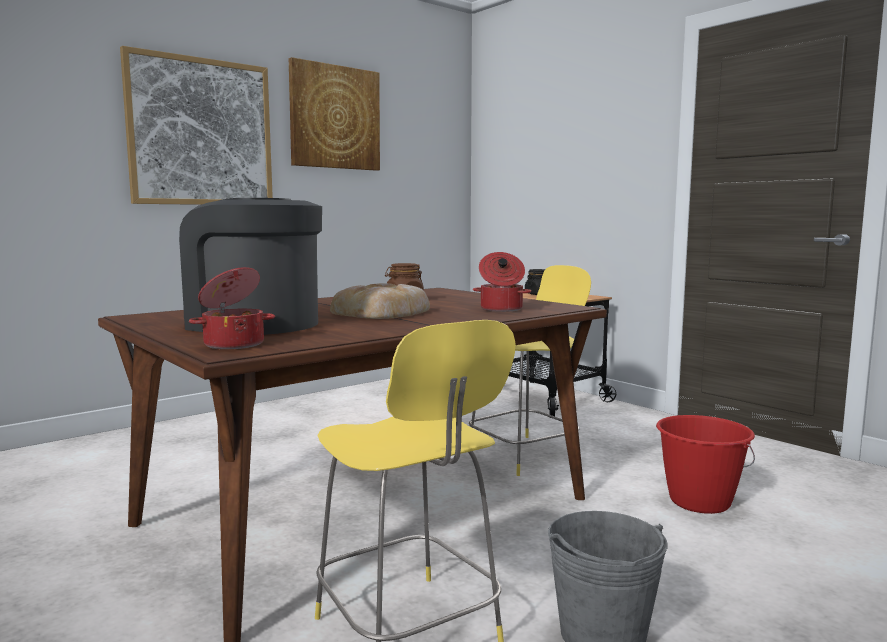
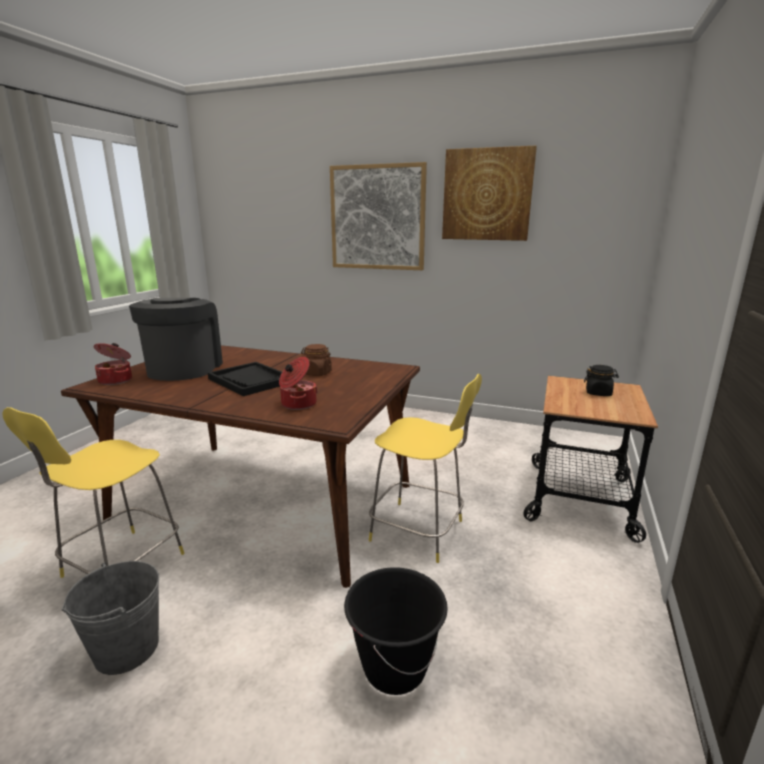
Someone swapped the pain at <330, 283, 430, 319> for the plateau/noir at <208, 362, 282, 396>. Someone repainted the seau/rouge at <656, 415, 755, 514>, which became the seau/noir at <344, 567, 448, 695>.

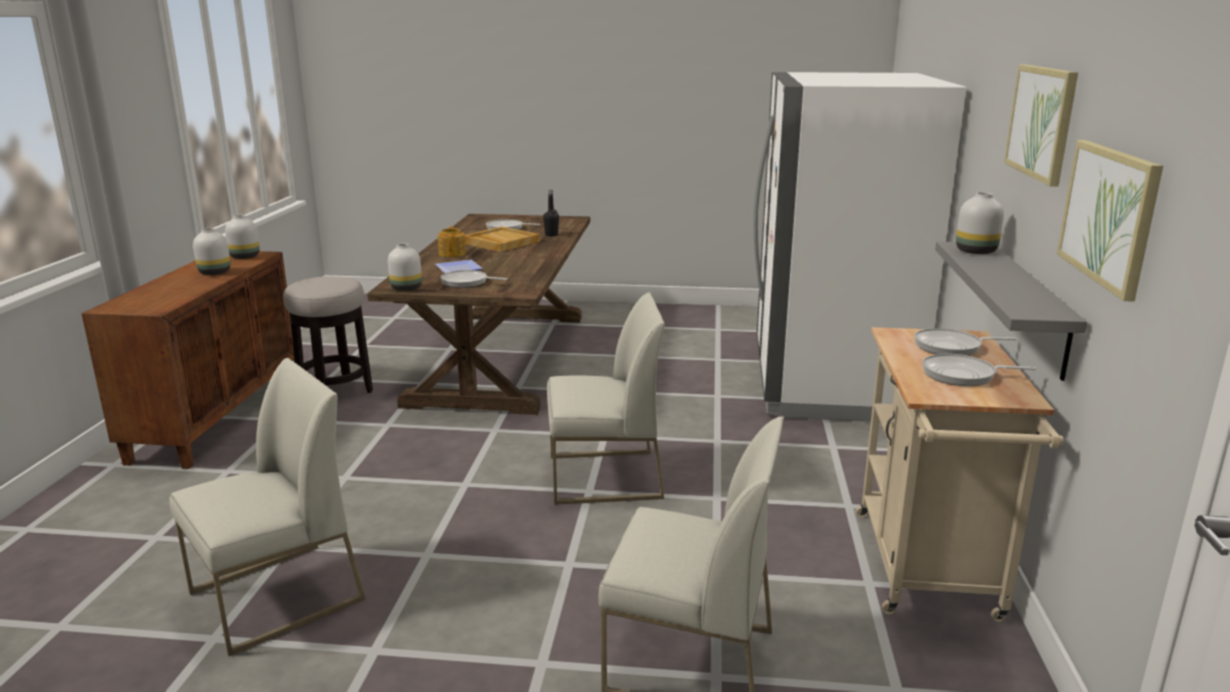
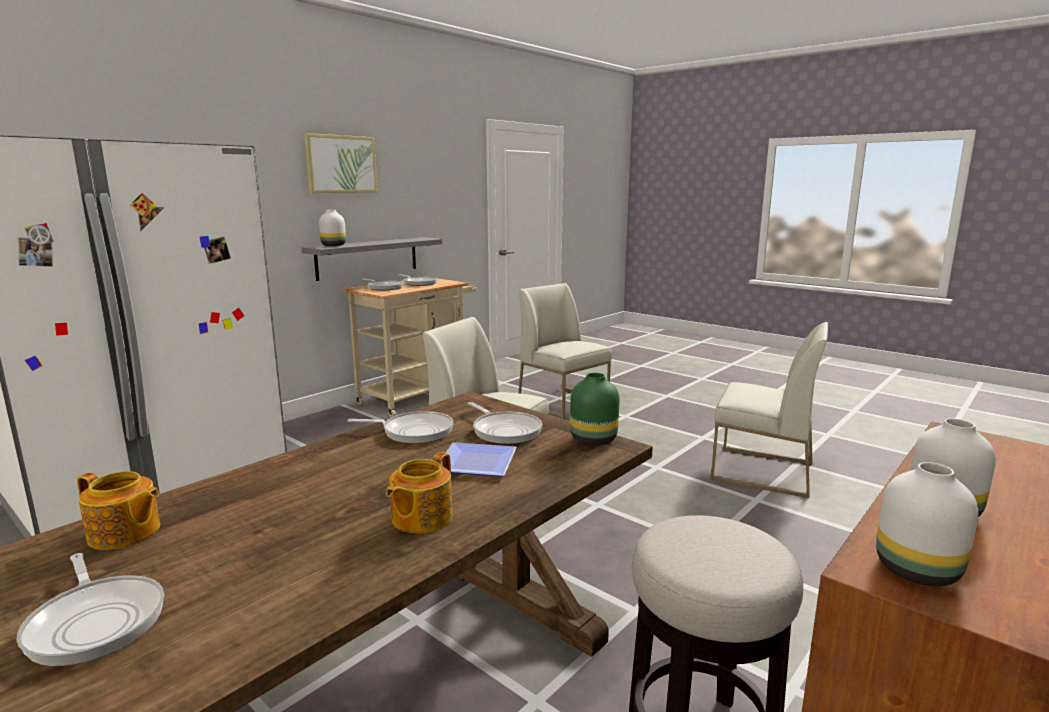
Someone took away the tableau at <1057, 140, 1163, 302>. Someone swapped the bouteille/noir at <543, 190, 559, 236> for the théière at <77, 471, 160, 550>. Someone took away the plateau/beige at <465, 226, 540, 252>. Someone repainted the vase/blanc at <388, 243, 422, 291>, which became the vase/vert at <570, 373, 619, 446>. Someone rotated the chaise/blanc at <169, 358, 366, 656> by 150 degrees counterclockwise. Someone put down the poêle at <348, 411, 454, 444>.

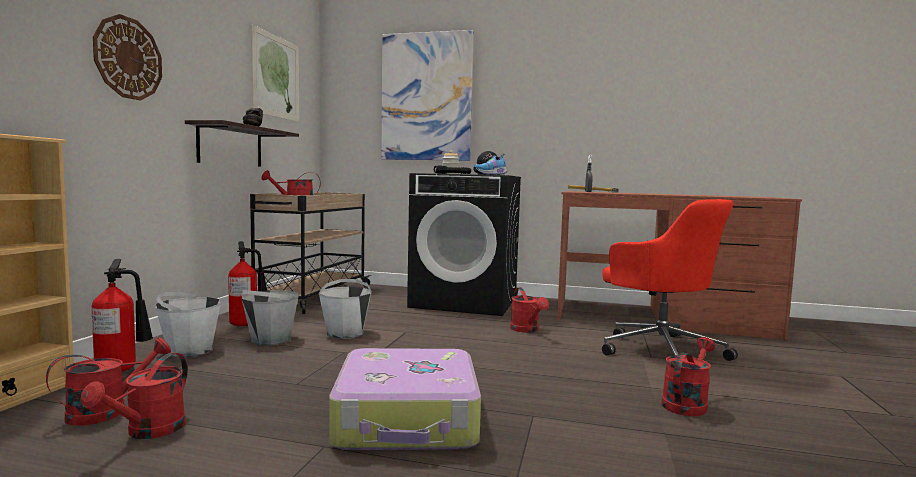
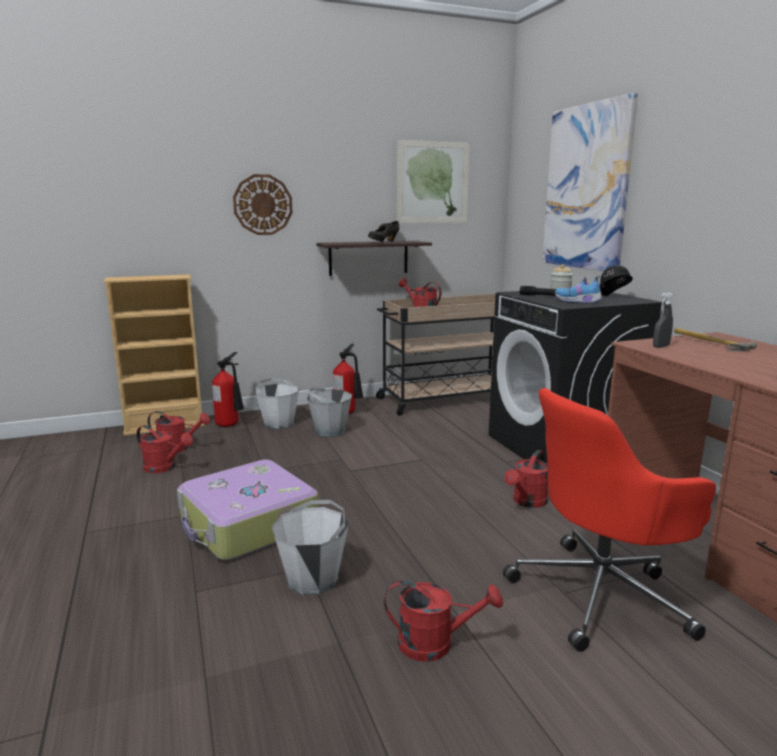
Someone rotated the chaise de bureau/rouge at <602, 199, 738, 361> by 45 degrees clockwise. Someone carried the seau/blanc from <319, 279, 372, 339> to <271, 500, 349, 595>. Someone rotated the arrosoir/rouge at <80, 352, 188, 439> by 135 degrees counterclockwise.

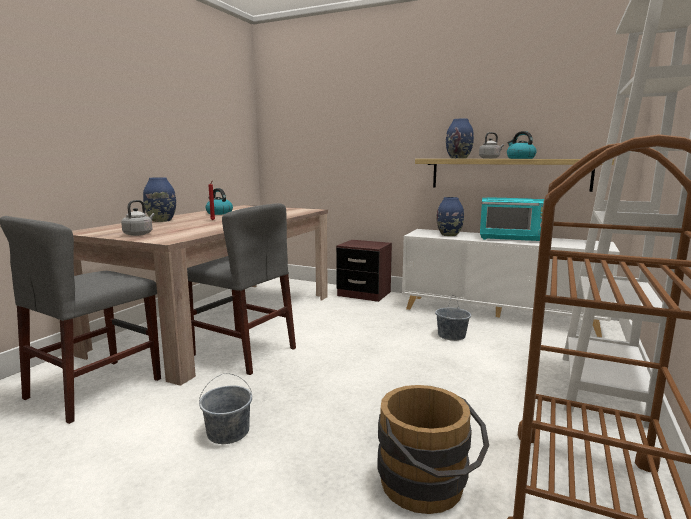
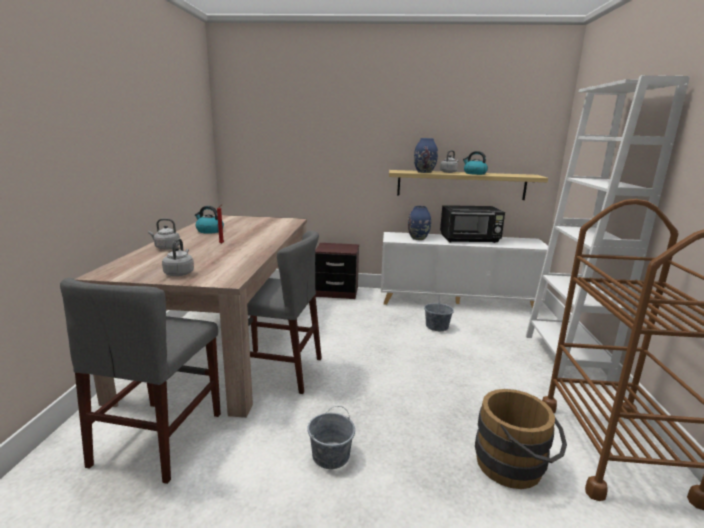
Someone swapped the vase/bleu at <143, 177, 176, 222> for the bouilloire/gris at <148, 219, 180, 250>. Someone repainted the micro-ondes/turquoise at <480, 197, 544, 241>, which became the micro-ondes/noir at <440, 205, 505, 243>.

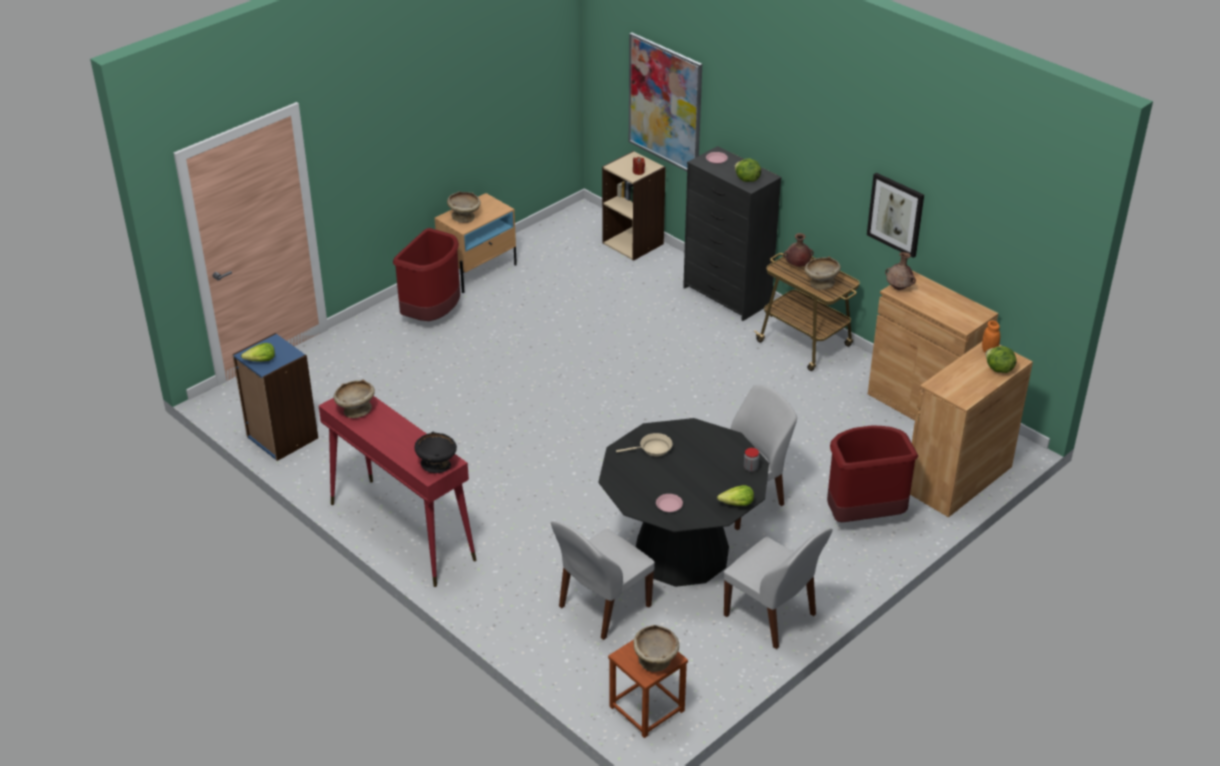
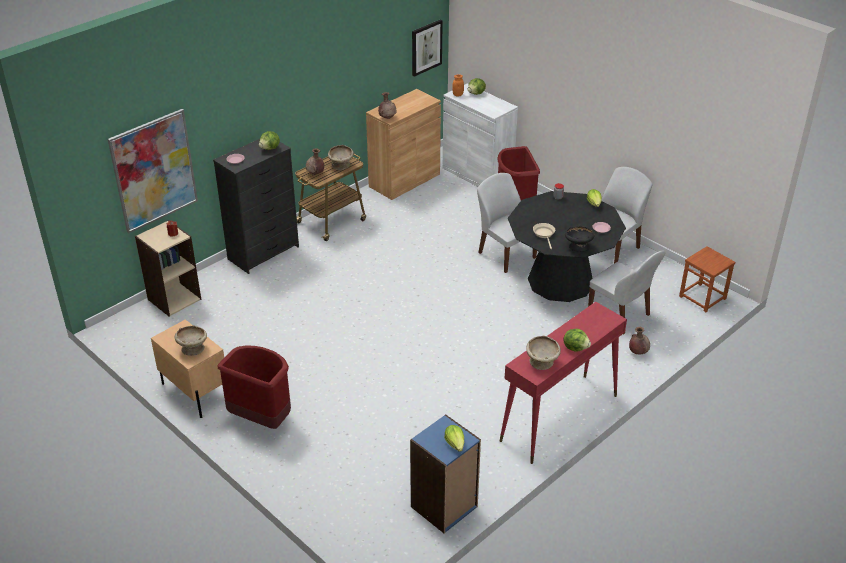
Someone carried the tableau from <867, 173, 924, 258> to <412, 19, 443, 77>. Someone repainted the meuble de rangement/marron at <910, 342, 1033, 517>, which became the meuble de rangement/blanc at <443, 84, 518, 187>. Someone carried the bol/noir from <414, 432, 457, 473> to <565, 226, 595, 252>. Someone took away the bol/beige at <633, 625, 679, 672>. Someone put down the vase/marron at <629, 327, 650, 354>. Someone put down the laitue at <564, 329, 591, 352>.

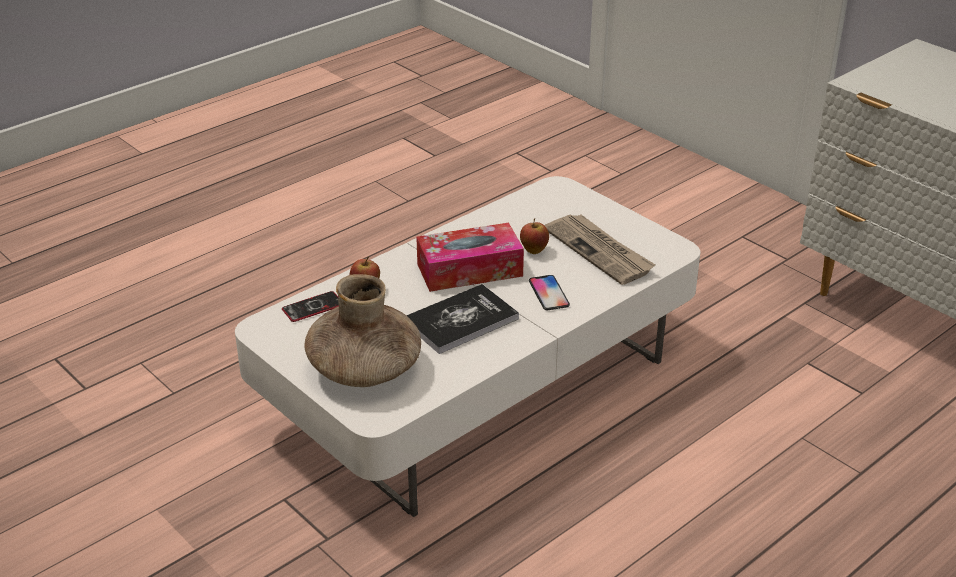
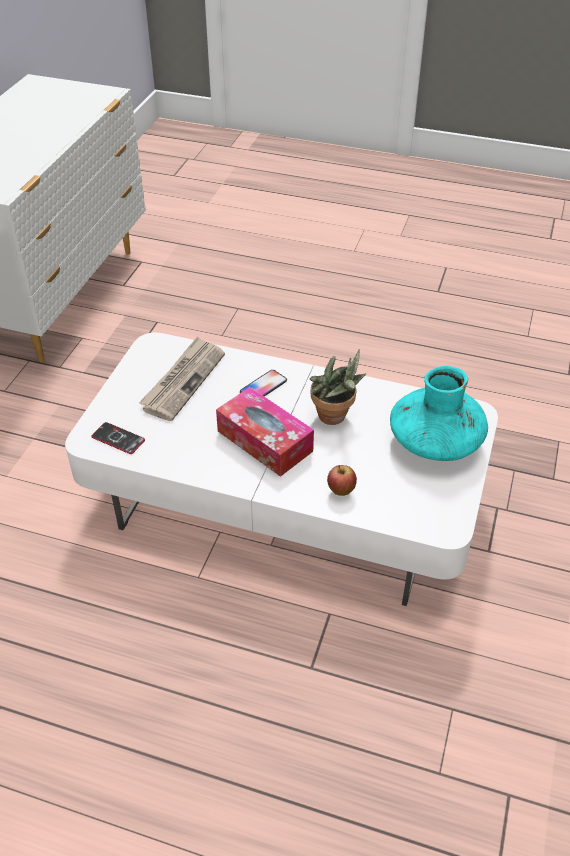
Someone took away the pomme at <520, 218, 549, 254>. Someone repainted the vase/marron at <305, 274, 421, 387>, which became the vase/turquoise at <390, 366, 488, 461>. Someone swapped the livre at <406, 284, 519, 354> for the plante en pot at <310, 349, 366, 425>. Someone carried the téléphone from <282, 291, 339, 322> to <91, 422, 145, 454>.

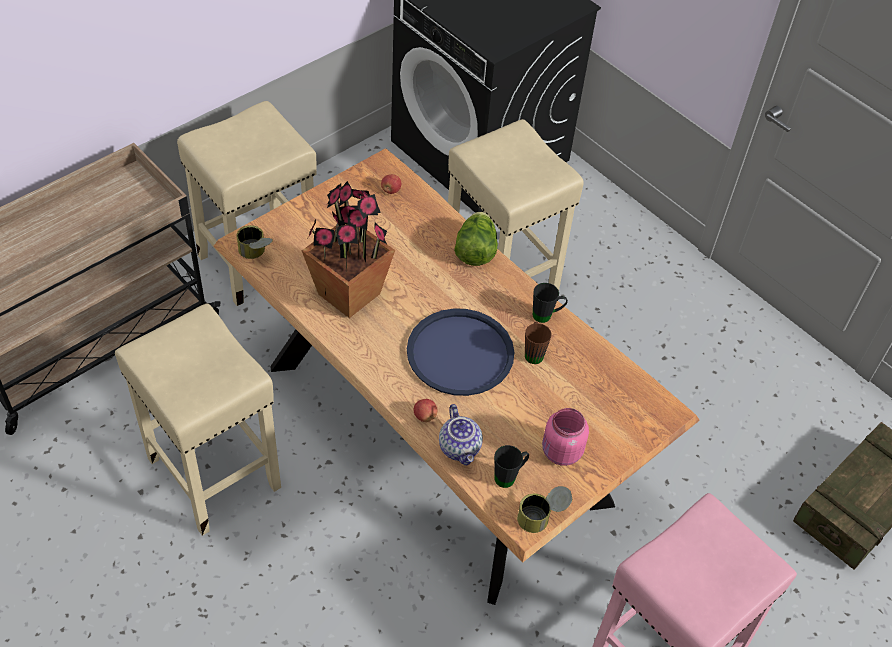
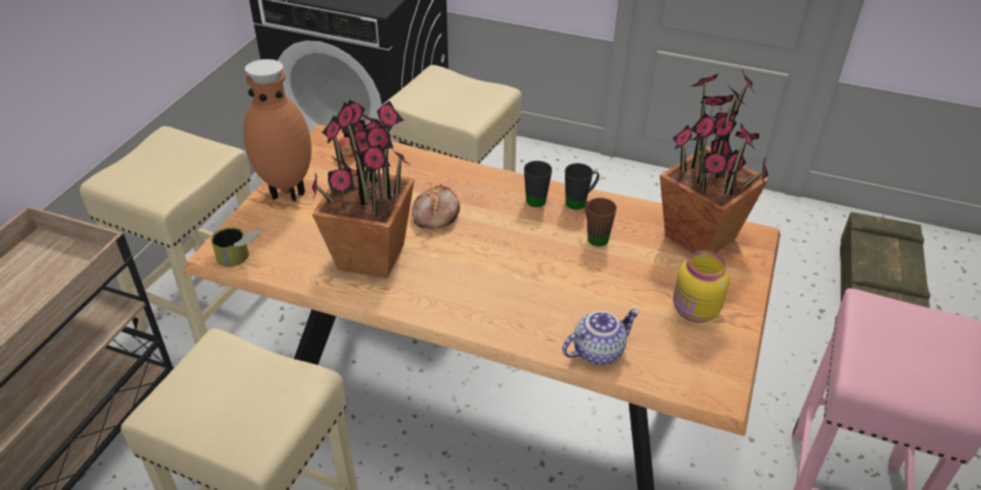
Someone took away the laitue at <454, 212, 498, 266>. Someone took away the plateau/bleu at <407, 308, 514, 396>. Someone took away the pomme at <414, 399, 437, 422>. Someone rotated the théière at <439, 404, 483, 465> by 75 degrees counterclockwise. Someone repainted the bocal/rose at <542, 408, 589, 466>, which became the bocal/jaune at <673, 251, 730, 323>. Someone carried the mug/noir from <494, 445, 529, 488> to <524, 161, 552, 207>. Someone took away the boîte métallique at <517, 486, 572, 533>. Someone put down the vase/marron at <244, 59, 312, 201>. Someone put down the plante en pot at <660, 68, 769, 253>. Someone put down the pain at <412, 184, 460, 229>.

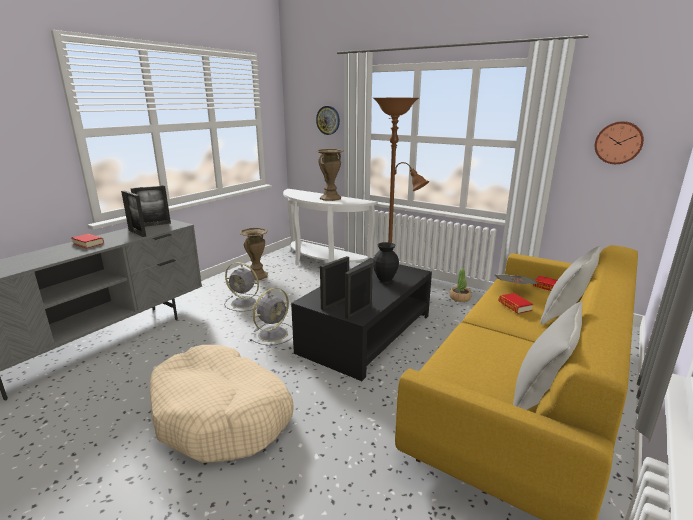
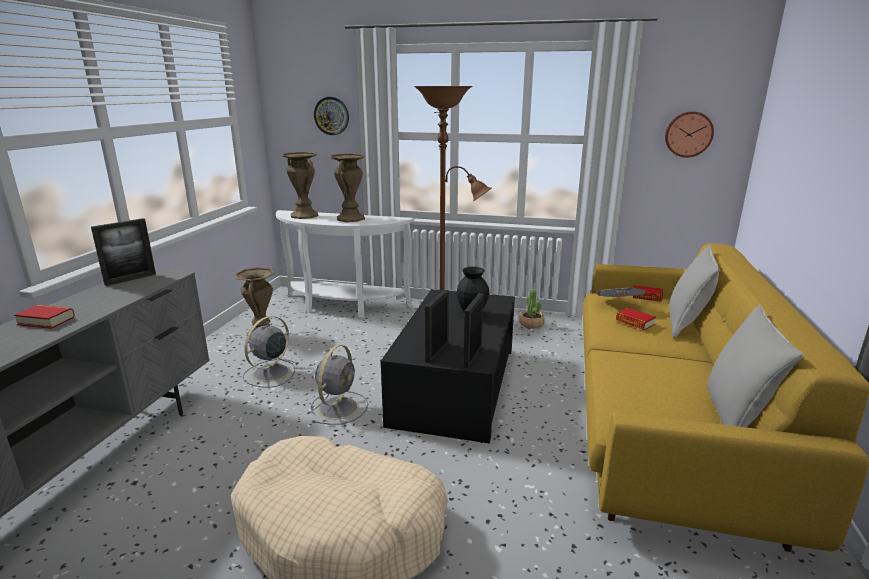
Someone took away the cadre photo at <121, 191, 146, 237>. Someone rotated the ventilateur/gris at <224, 262, 263, 312> by 120 degrees clockwise. Someone put down the vase/marron at <281, 152, 319, 219>.

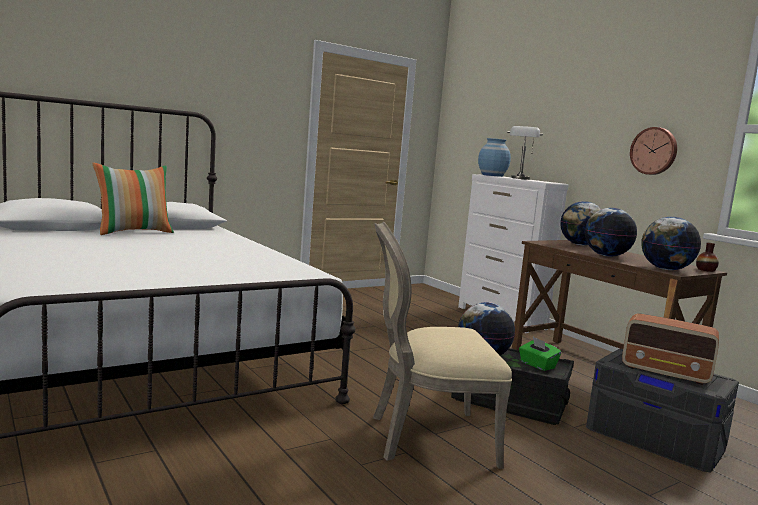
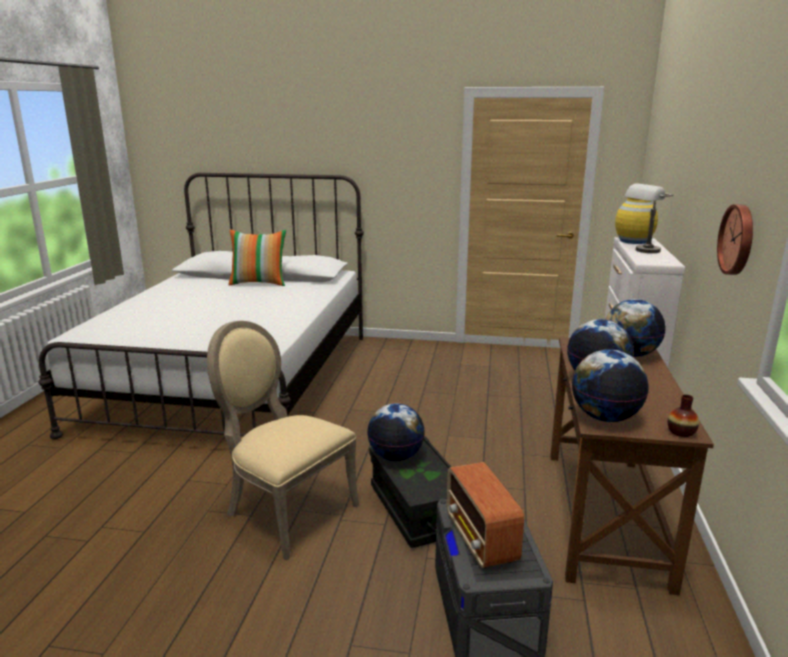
Someone repainted the vase/bleu at <478, 138, 511, 177>, which became the vase/jaune at <615, 198, 658, 244>. Someone took away the boîte à mouchoirs/vert at <519, 337, 561, 371>.

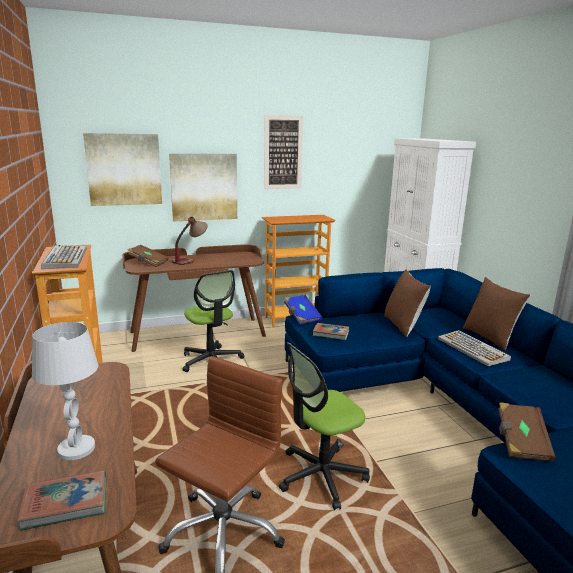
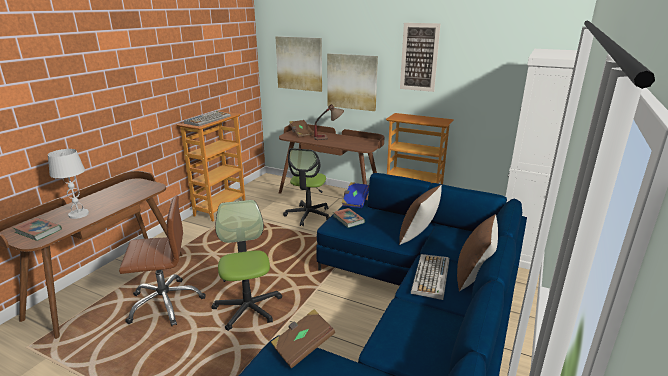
Someone rotated the chaise de bureau at <279, 342, 370, 510> by 60 degrees clockwise.

